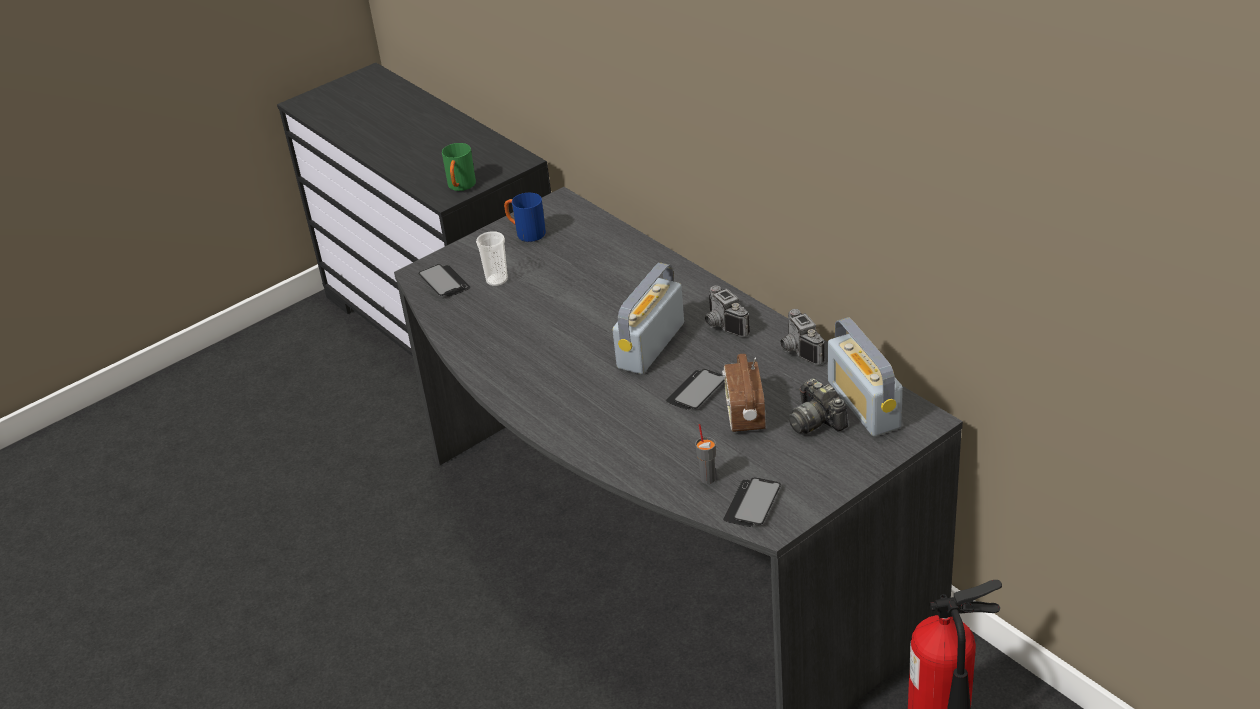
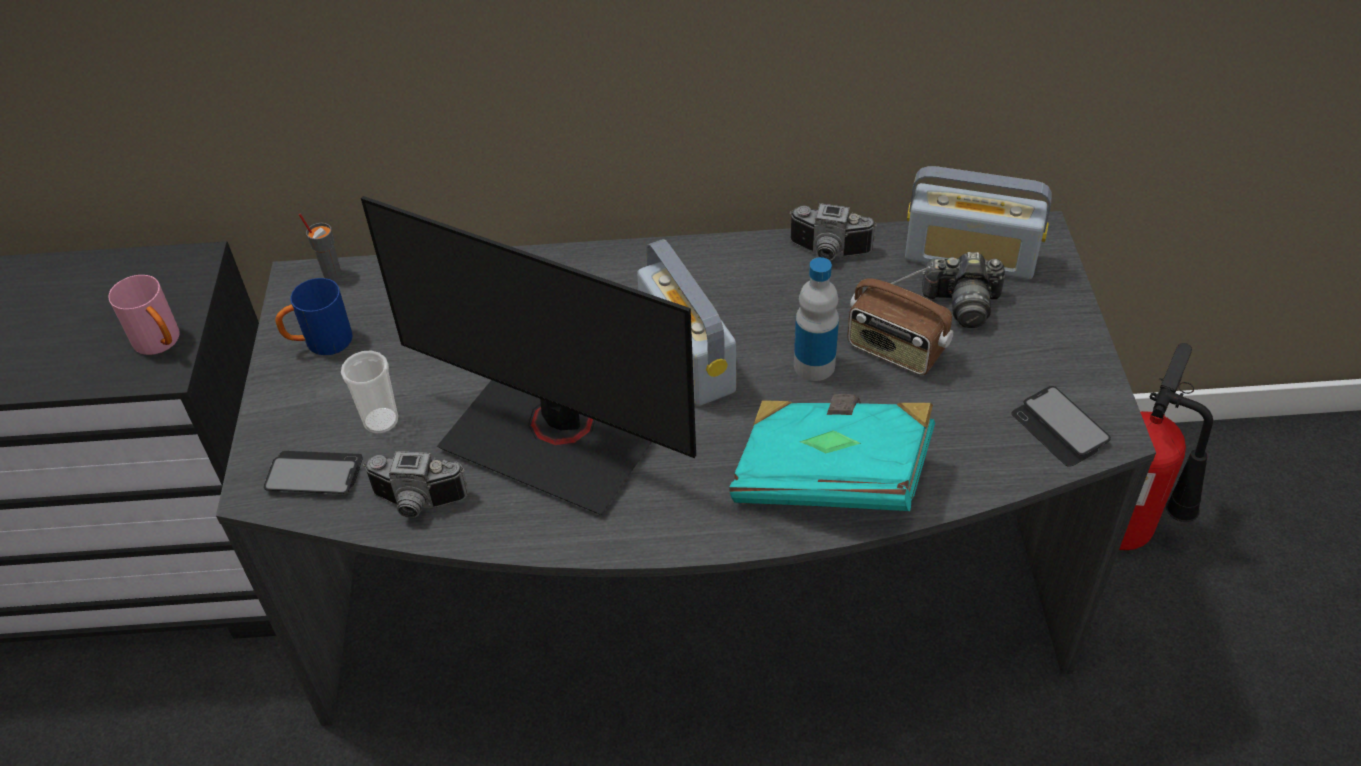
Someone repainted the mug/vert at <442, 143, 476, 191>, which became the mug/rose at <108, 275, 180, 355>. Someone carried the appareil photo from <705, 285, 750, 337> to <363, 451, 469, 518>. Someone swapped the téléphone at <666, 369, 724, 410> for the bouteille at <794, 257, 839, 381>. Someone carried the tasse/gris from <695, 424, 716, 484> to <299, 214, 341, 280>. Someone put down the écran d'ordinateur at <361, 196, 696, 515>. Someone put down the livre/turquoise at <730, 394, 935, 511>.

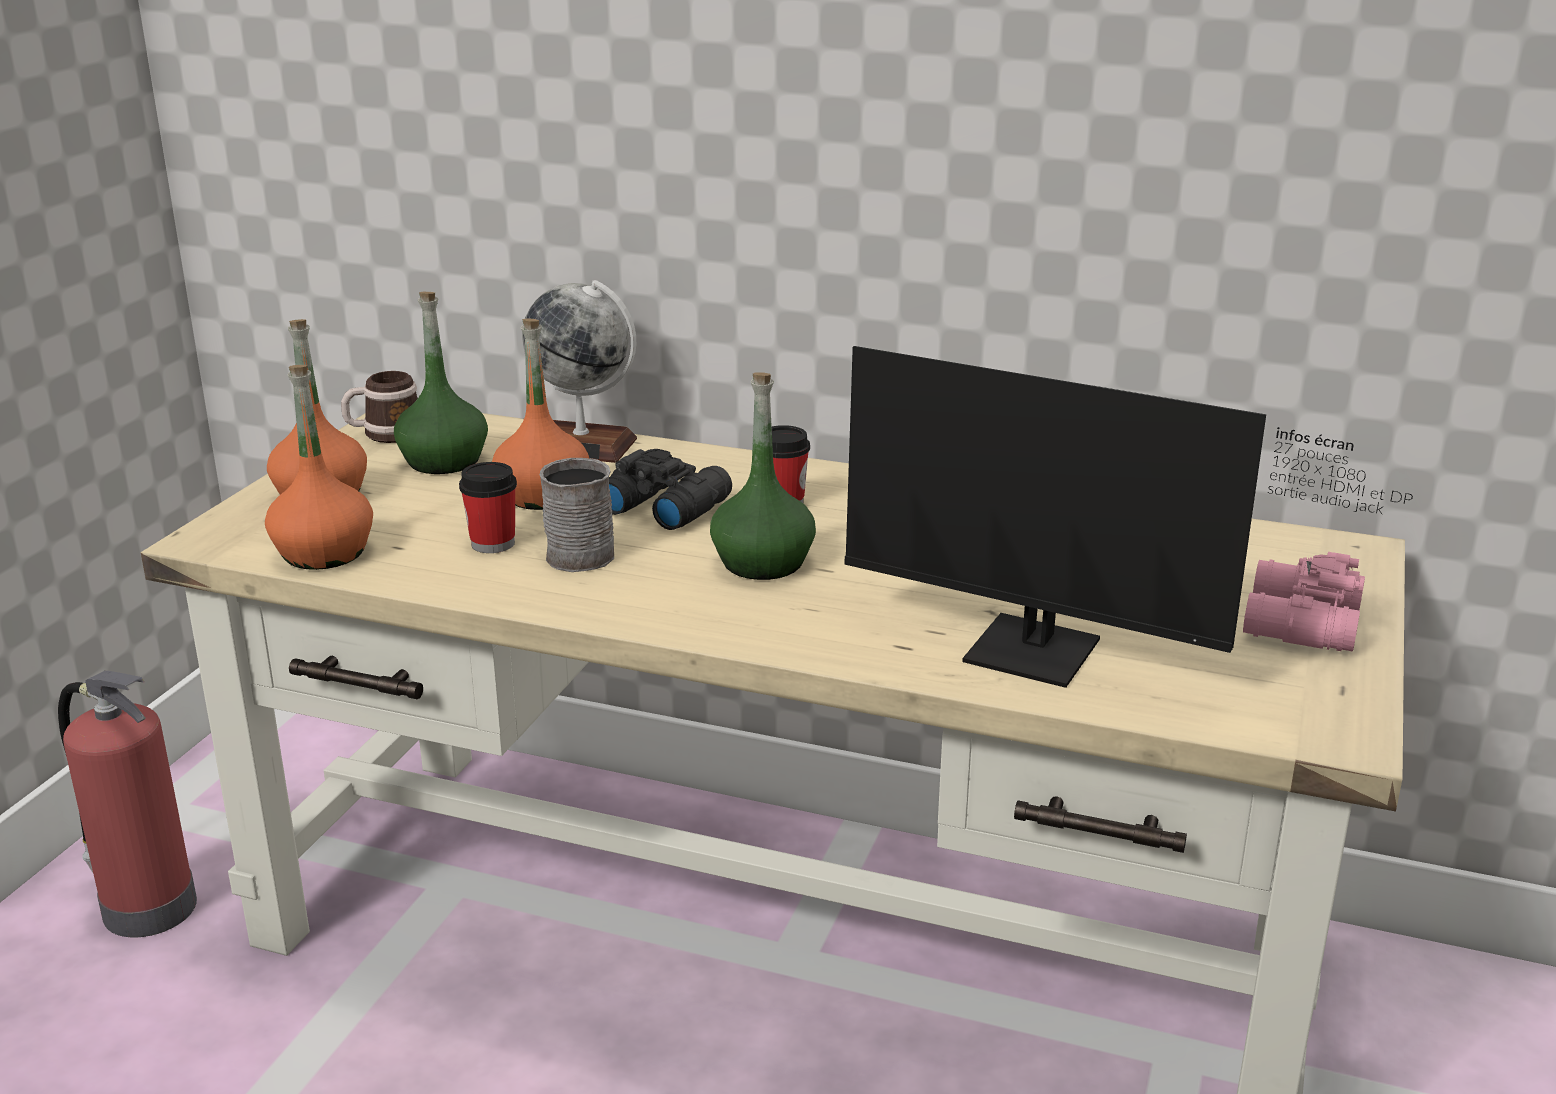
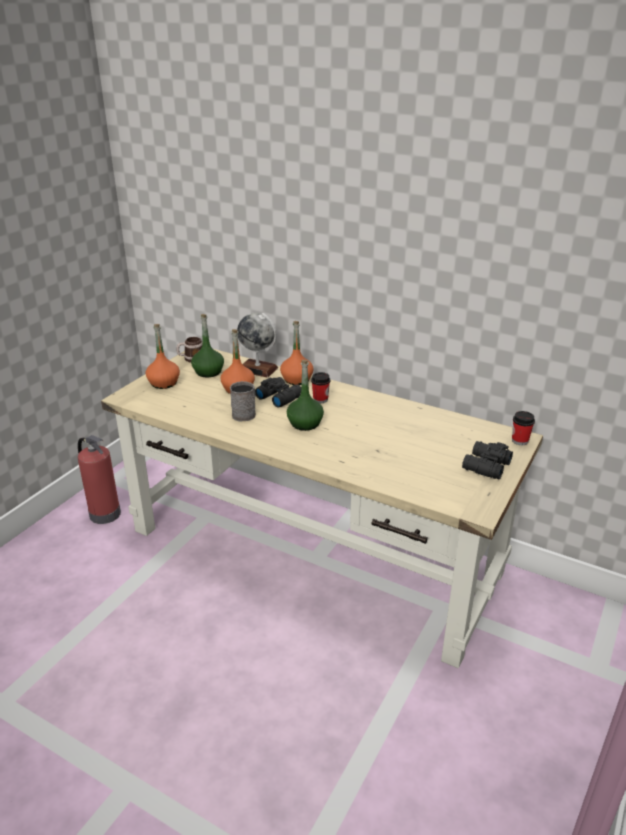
Someone took away the écran d'ordinateur at <844, 346, 1413, 688>. Someone carried the bouteille/orange from <265, 365, 373, 570> to <280, 321, 313, 385>. Someone carried the tasse from <459, 462, 517, 553> to <512, 411, 535, 445>. Someone repainted the jumelles/rose at <1243, 552, 1365, 652>, which became the jumelles/noir at <462, 441, 513, 479>.

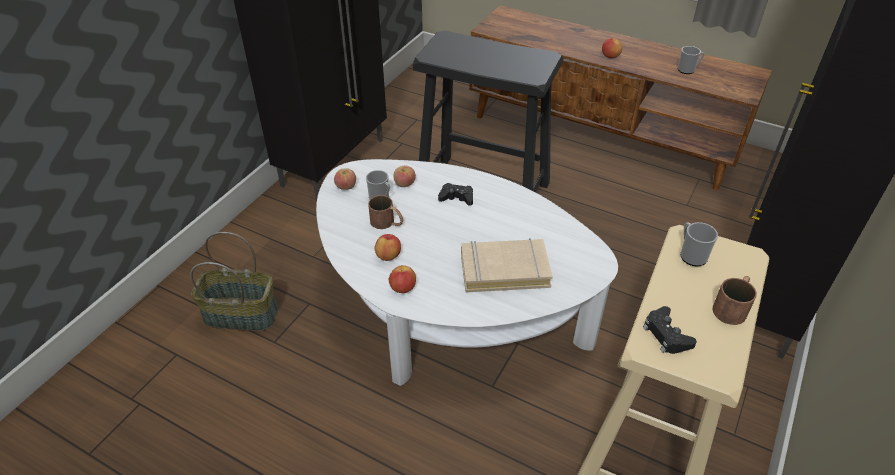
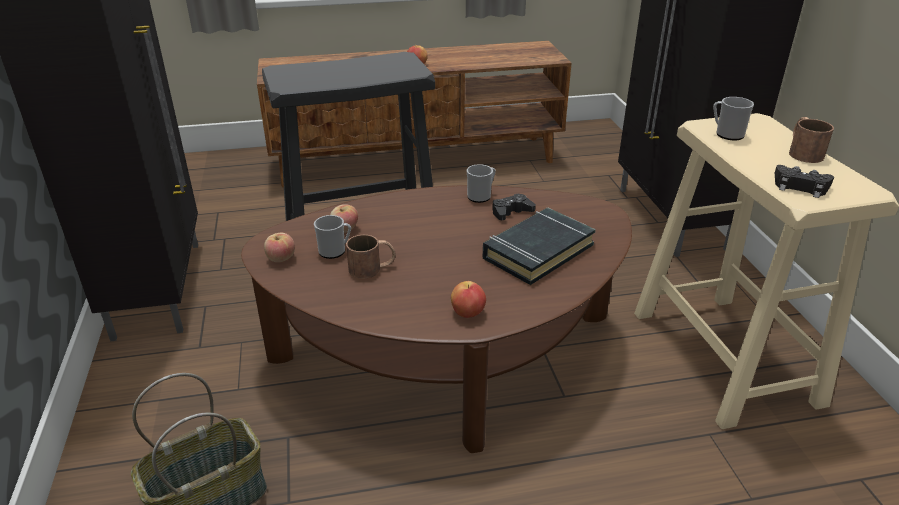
Someone carried the mug from <678, 46, 704, 74> to <467, 164, 496, 203>. Someone repainted the table basse/blanc at <316, 159, 618, 386>, which became the table basse/marron at <241, 185, 632, 453>. Someone carried the manette/noir from <438, 183, 473, 206> to <492, 194, 536, 220>. Someone took away the pomme at <374, 234, 401, 261>. Someone repainted the livre/beige at <461, 238, 553, 292>, which became the livre/noir at <483, 208, 596, 285>.

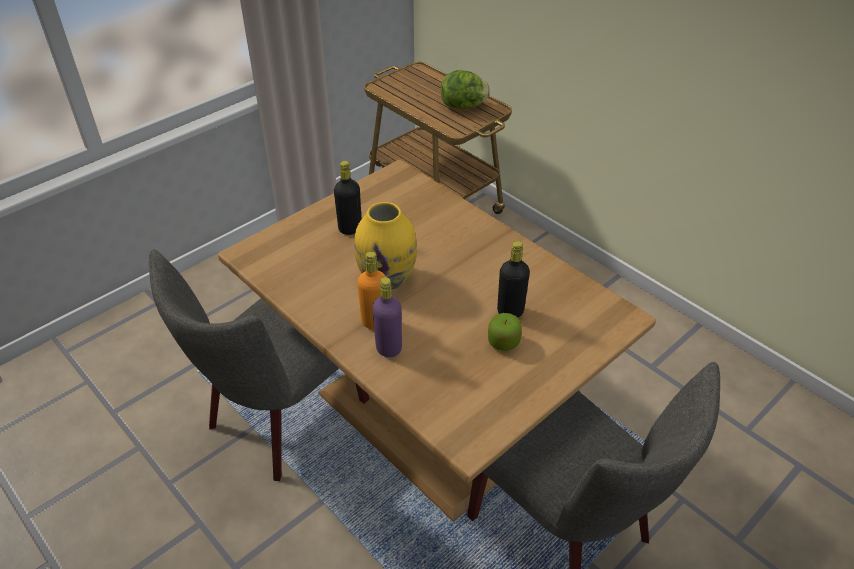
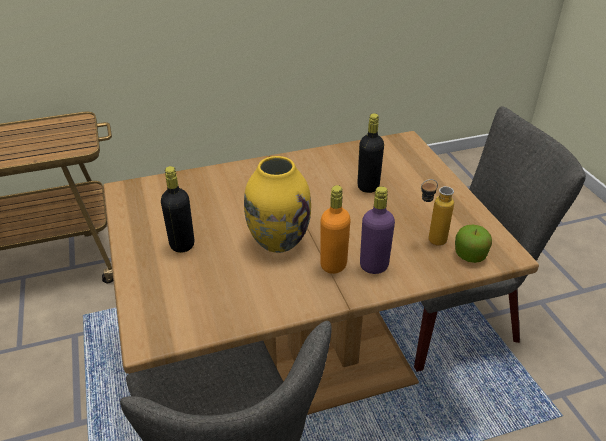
Someone took away the laitue at <441, 70, 490, 109>. Someone carried the pomme from <488, 313, 522, 351> to <455, 225, 492, 263>. Someone put down the bouteille at <421, 179, 454, 246>.

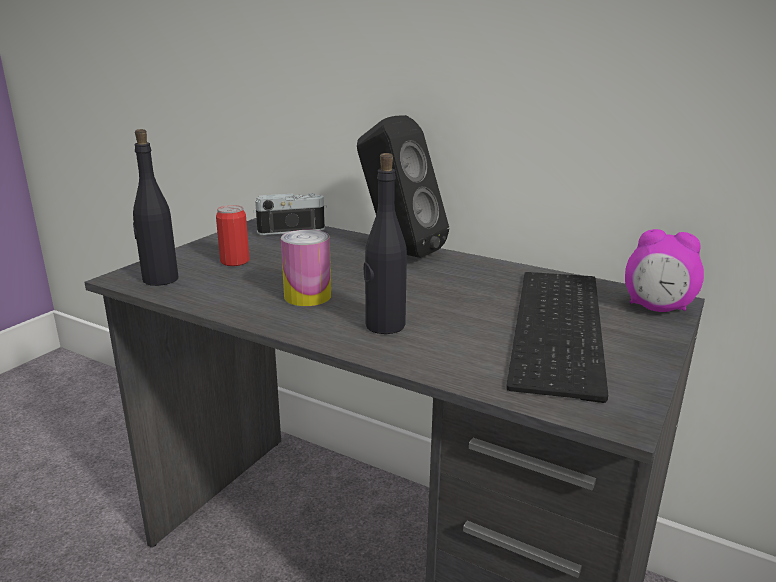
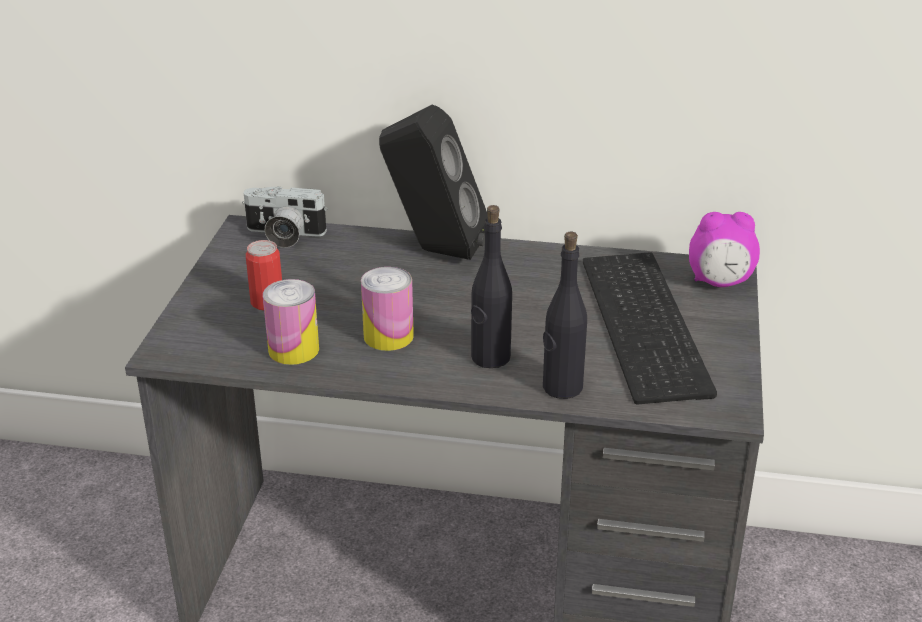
Someone carried the bouteille/noir from <133, 129, 178, 286> to <543, 232, 587, 399>. Someone rotated the appareil photo at <253, 193, 327, 235> by 135 degrees counterclockwise. Someone put down the boîte métallique at <263, 279, 319, 365>.

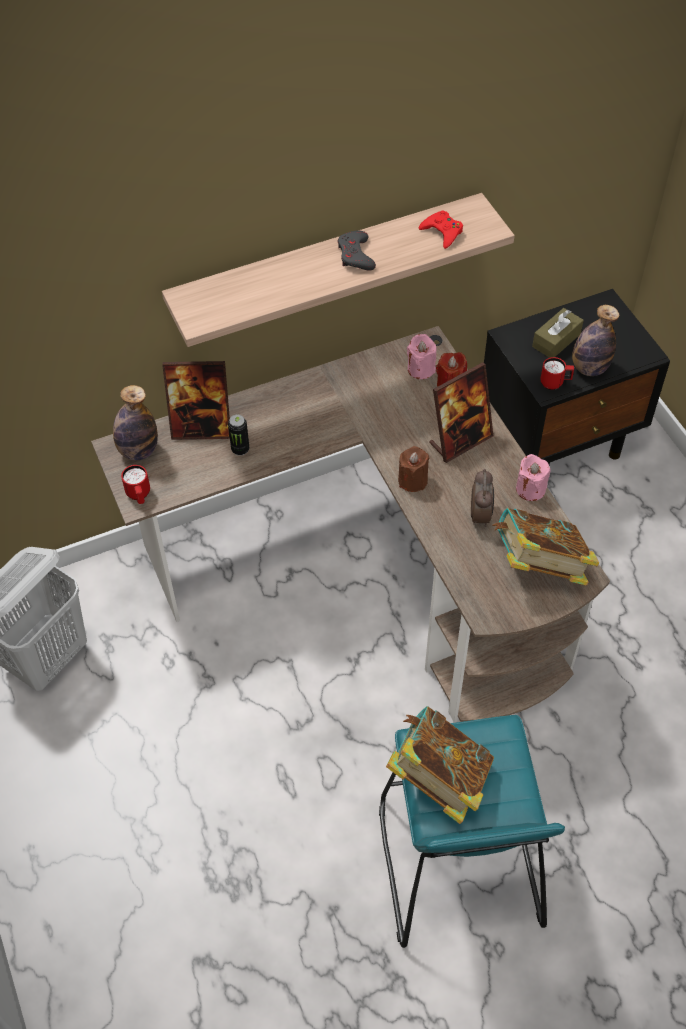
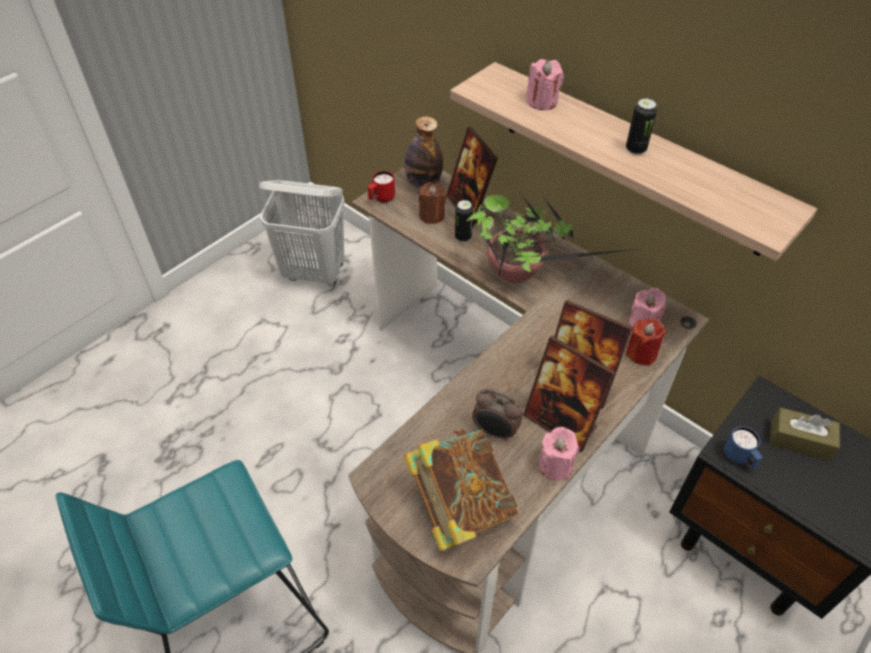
Someone took away the manette/rouge at <419, 210, 463, 249>. Someone swapped the manette/gris at <338, 230, 376, 270> for the boîte métallique at <626, 99, 657, 155>. Someone took away the bouteille at <572, 305, 619, 376>. Someone repainted the mug/rouge at <540, 357, 574, 390>, which became the mug/bleu at <724, 426, 763, 469>. Someone carried the bougie/marron from <398, 446, 430, 492> to <419, 182, 446, 224>. Someone rotated the réveil at <471, 469, 494, 527> by 45 degrees clockwise. Someone took away the livre at <386, 706, 494, 824>. Someone put down the bougie/rose at <526, 59, 564, 110>. Someone put down the plante en pot at <467, 194, 637, 283>. Someone put down the cadre photo at <523, 336, 616, 452>.

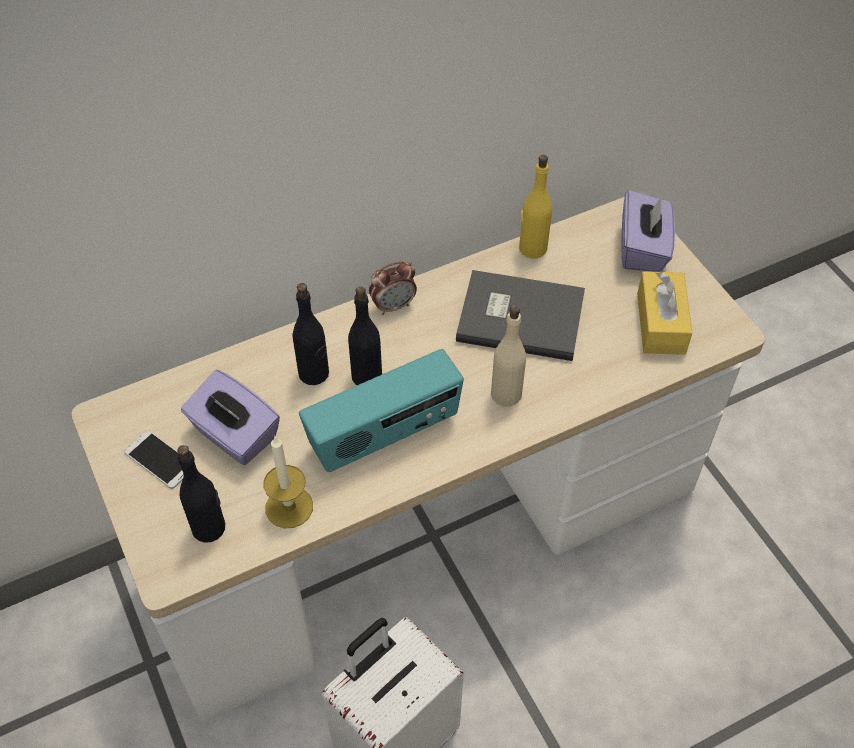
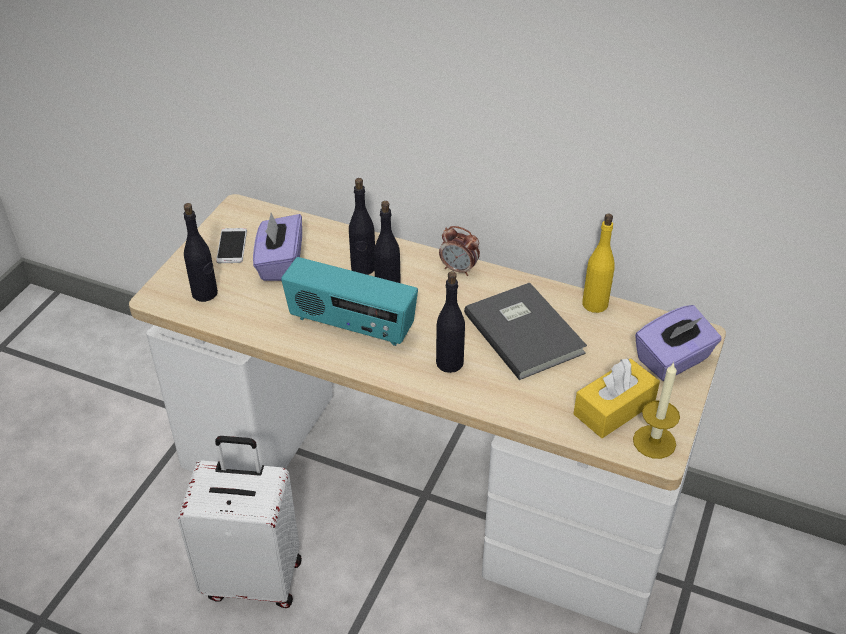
Someone repainted the bouteille/beige at <491, 305, 526, 407>, which became the bouteille/noir at <436, 271, 465, 373>. Someone carried the bougie from <263, 437, 313, 528> to <633, 362, 680, 459>.

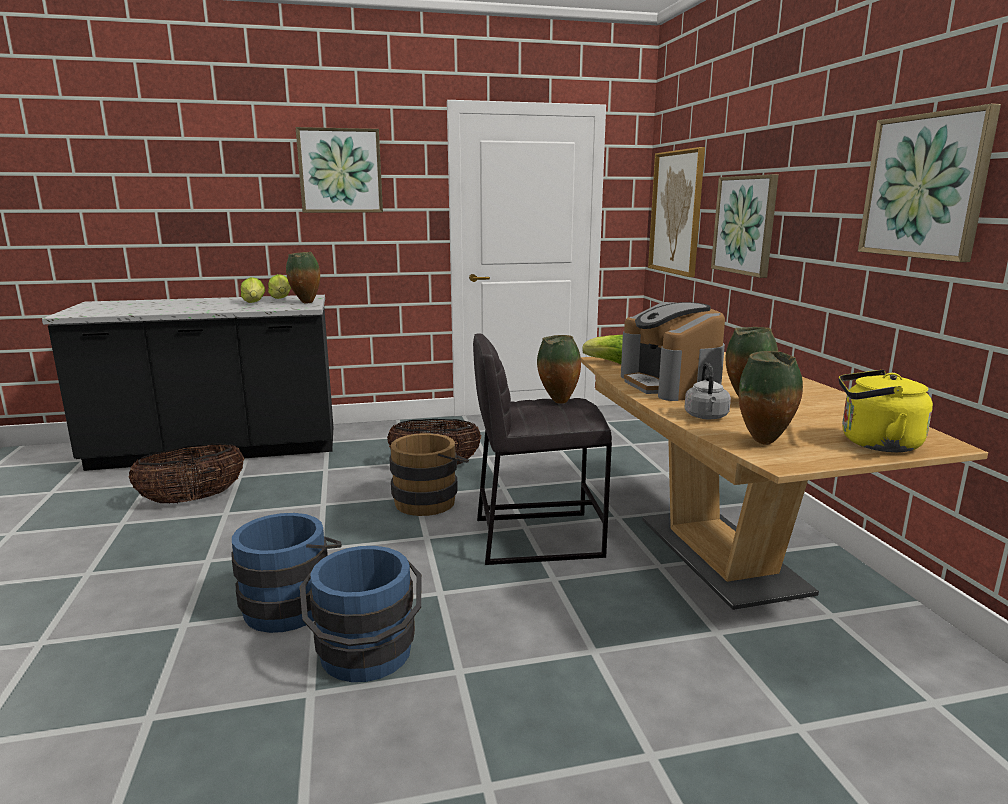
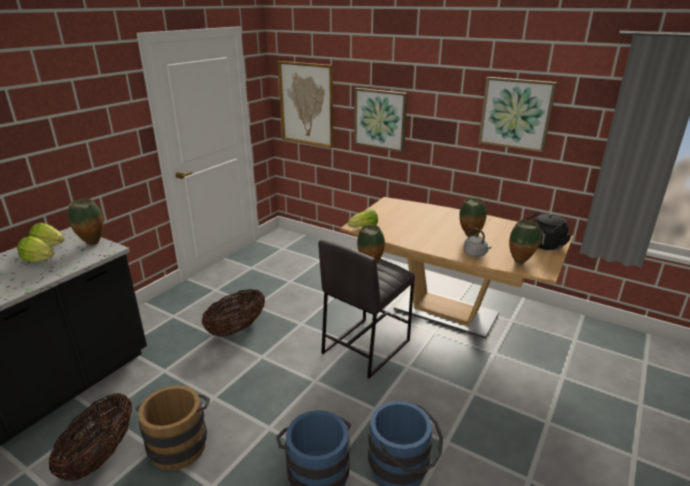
Someone took away the tableau at <296, 127, 383, 213>. Someone took away the machine à café at <621, 302, 725, 401>. Someone repainted the bouilloire/jaune at <839, 370, 933, 452>, which became the bouilloire/noir at <526, 212, 572, 250>. Someone carried the seau/marron from <389, 433, 469, 516> to <136, 385, 210, 471>.

